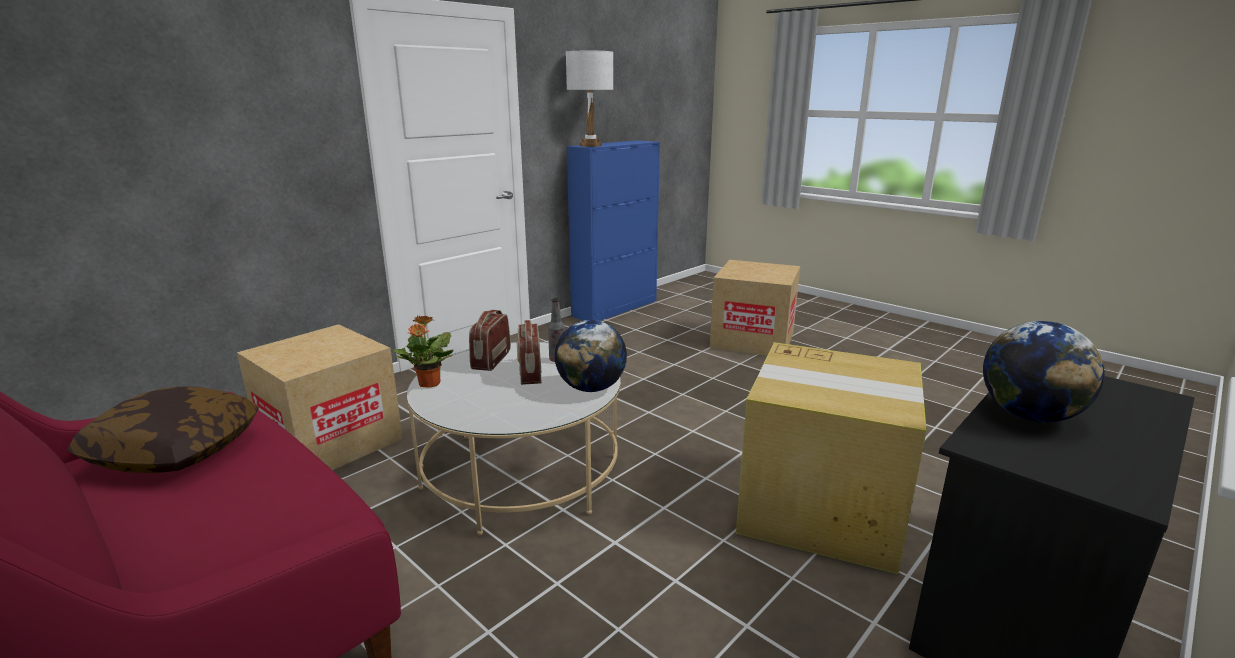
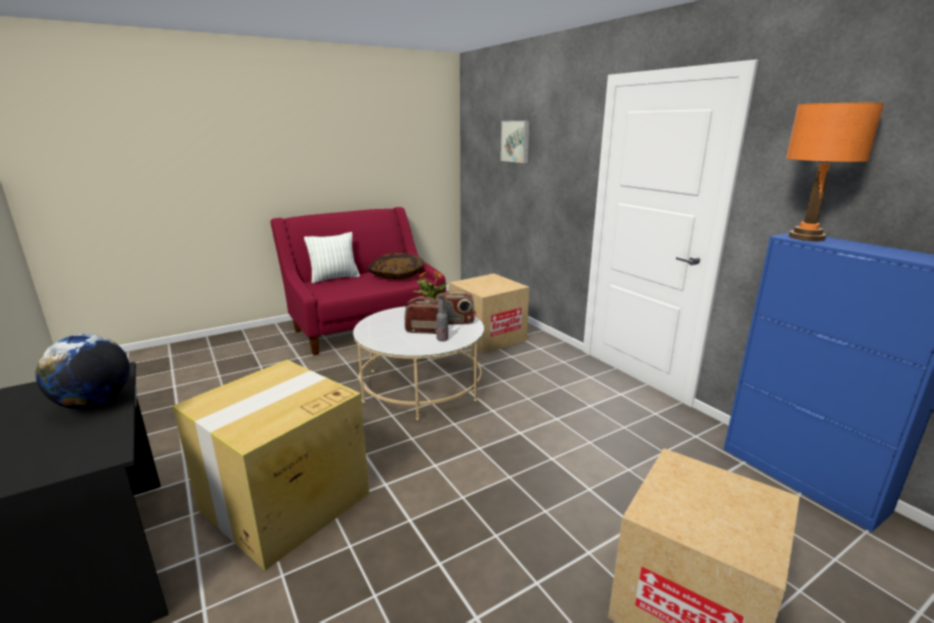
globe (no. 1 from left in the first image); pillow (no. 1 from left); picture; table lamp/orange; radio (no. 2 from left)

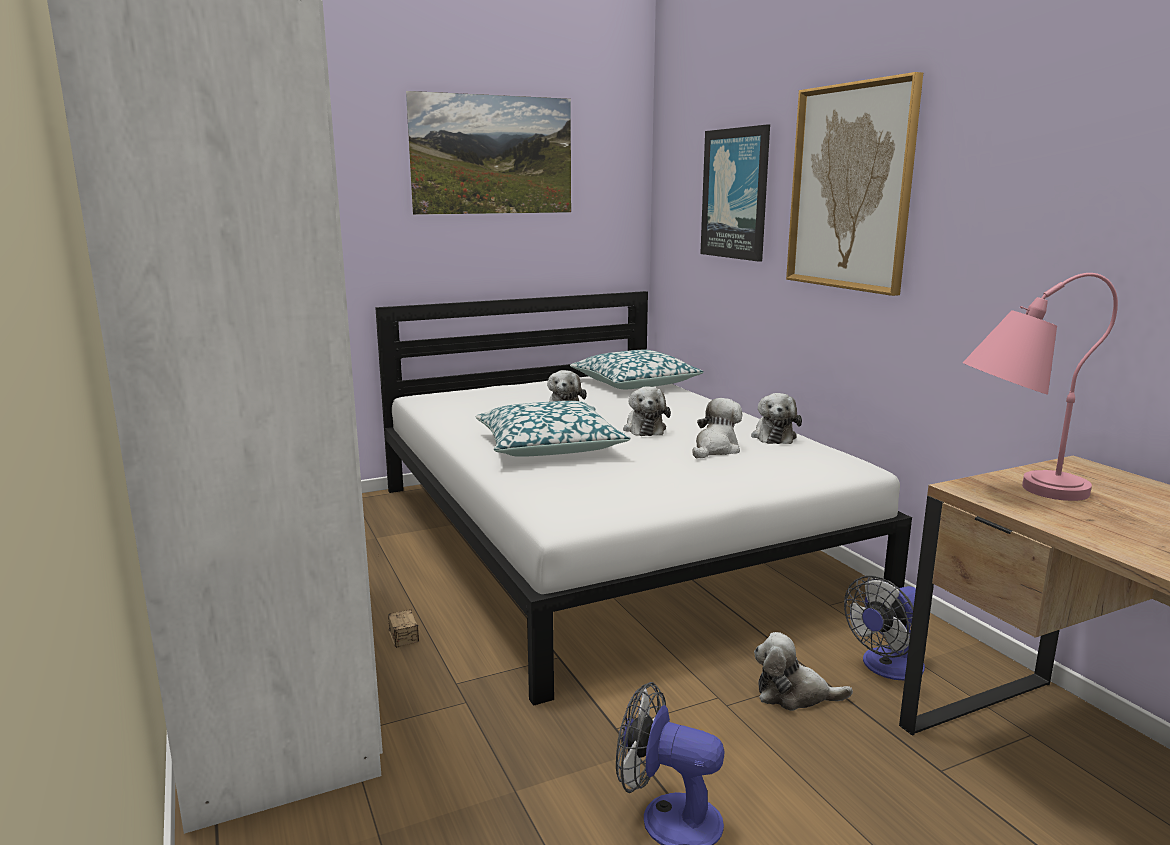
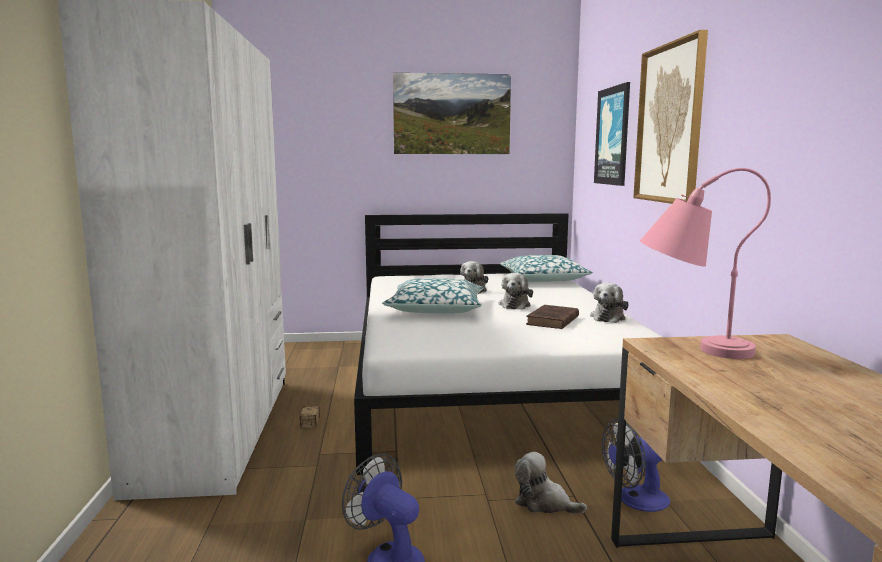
book/brown

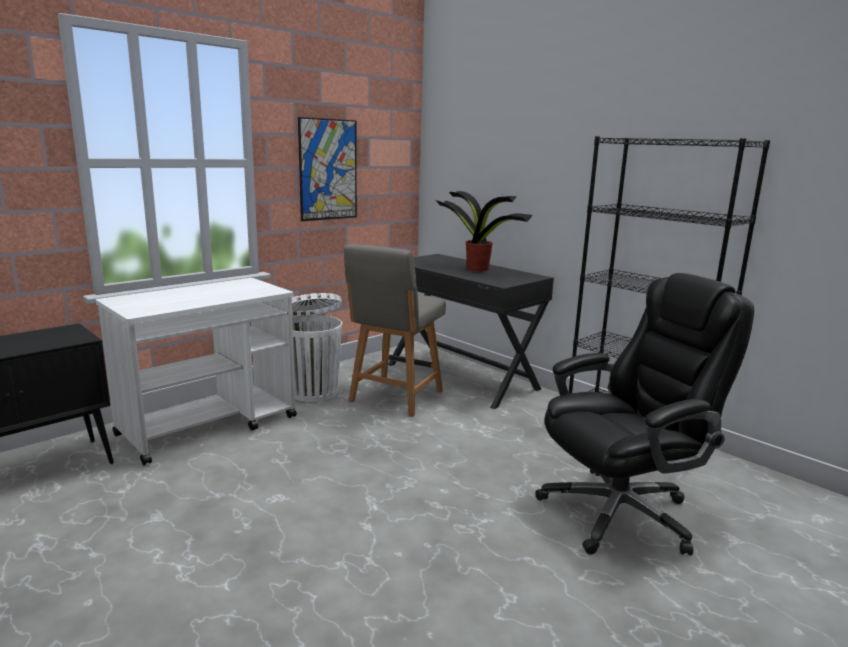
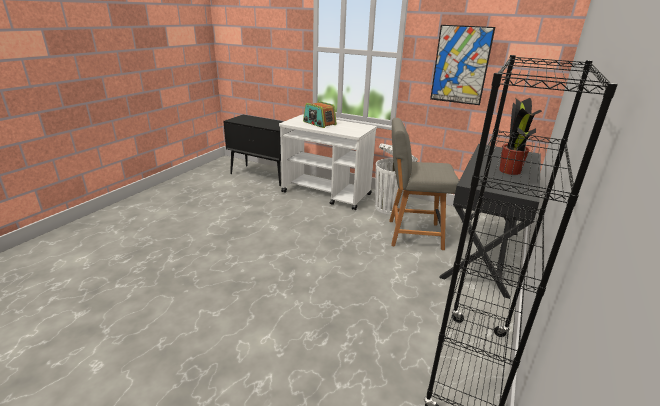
office chair/black; radio

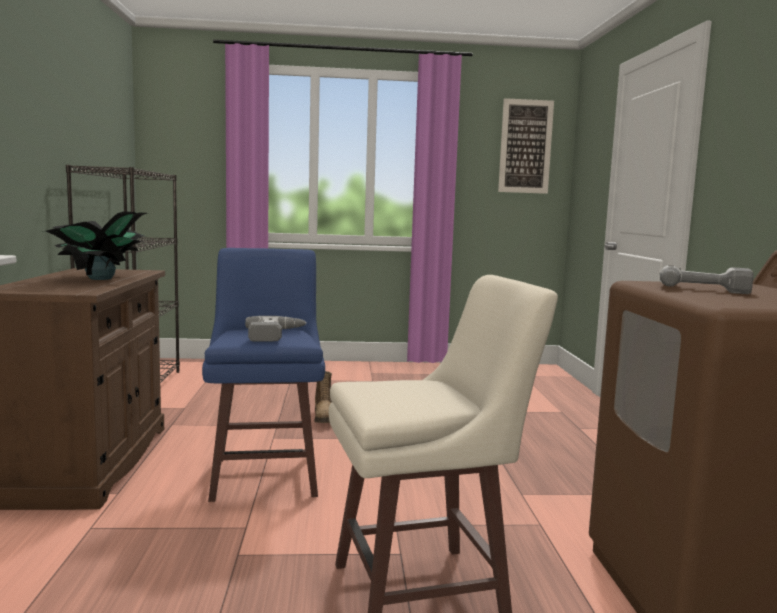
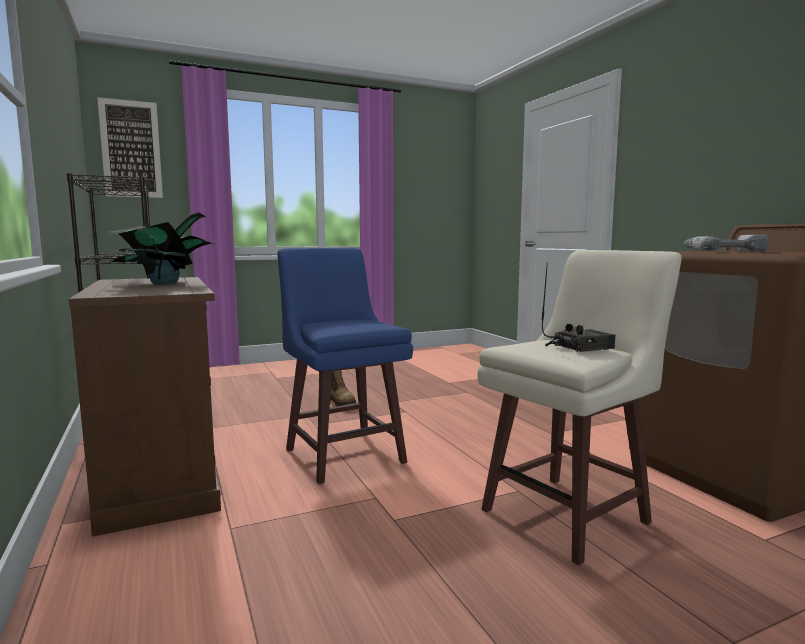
power drill (no. 1 from left in the first image); radio; picture

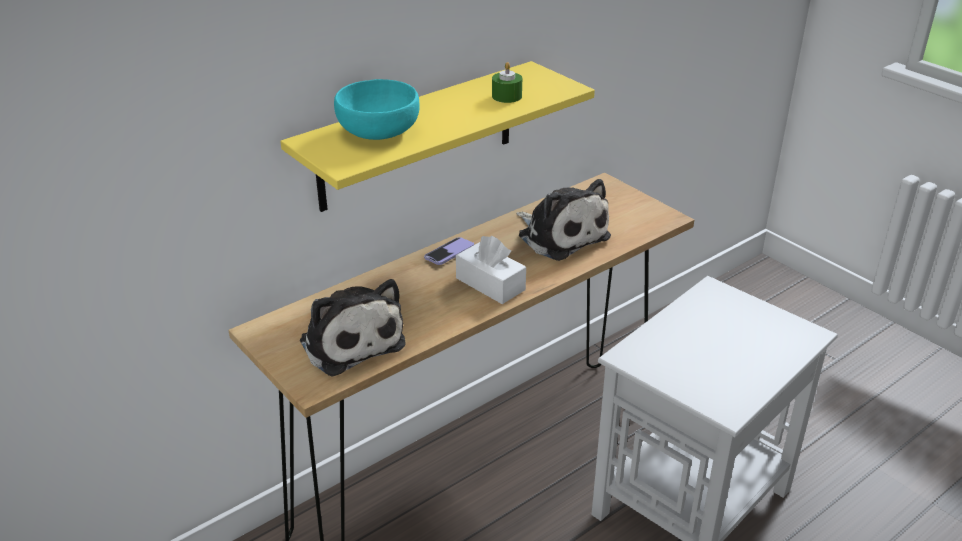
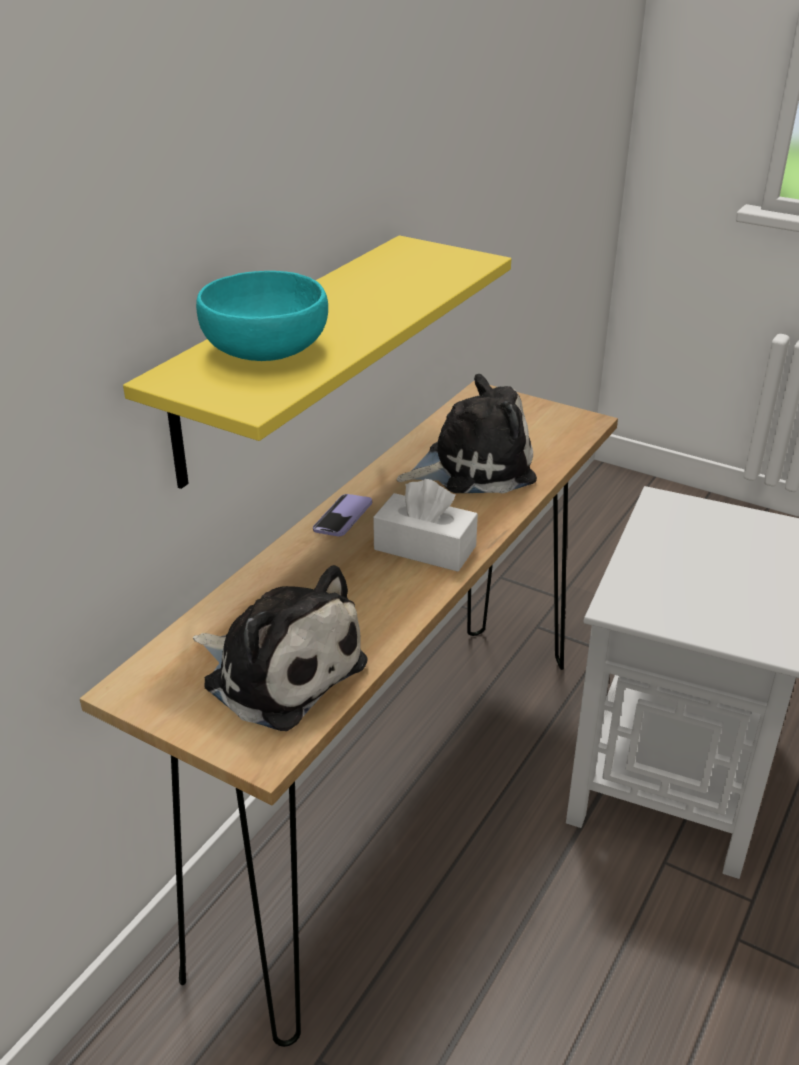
candle/green; plush toy (no. 2 from left)

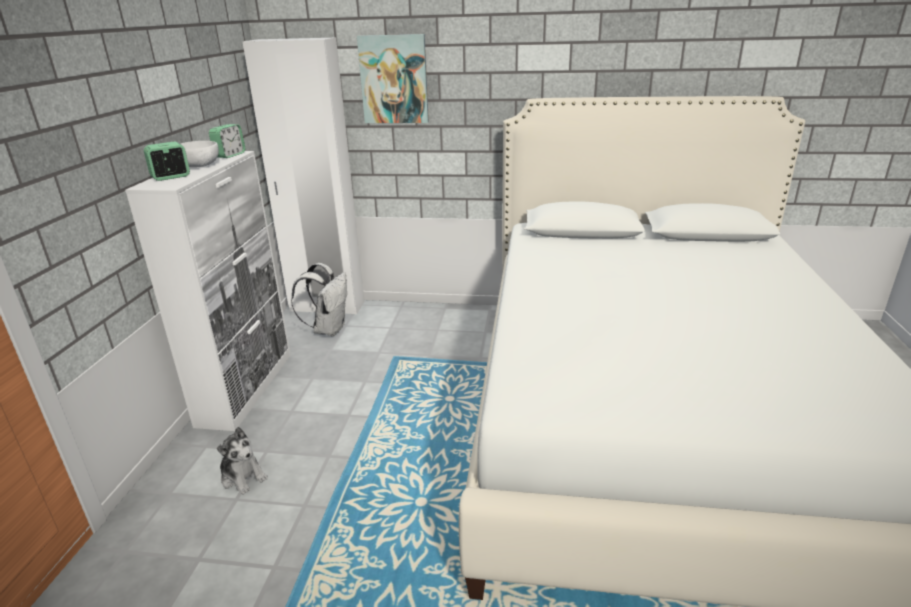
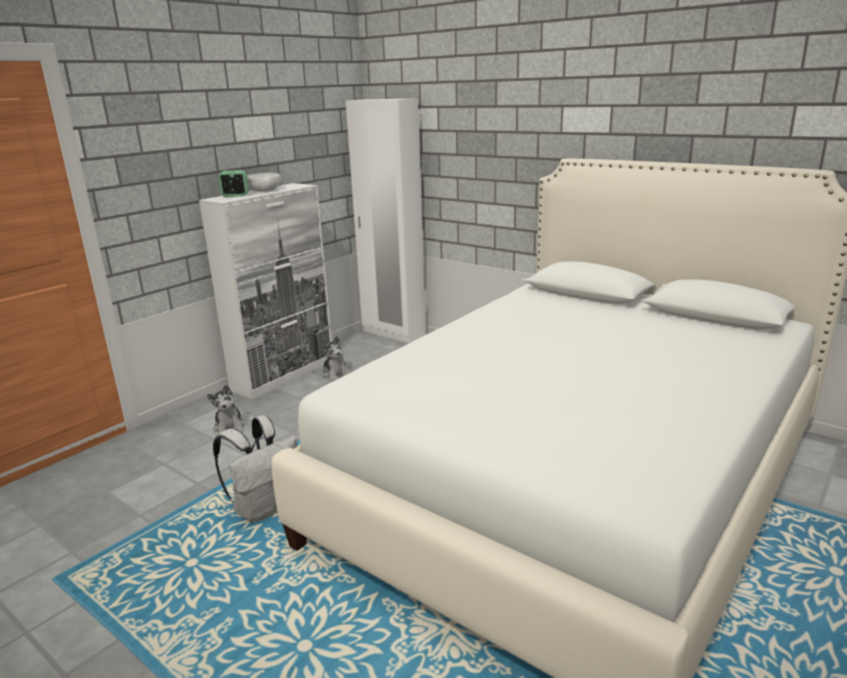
alarm clock (no. 2 from left in the first image); picture; plush toy (no. 2 from left); backpack/white

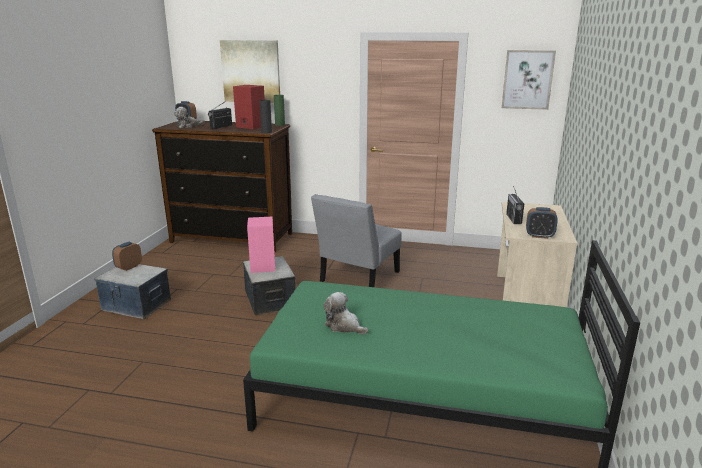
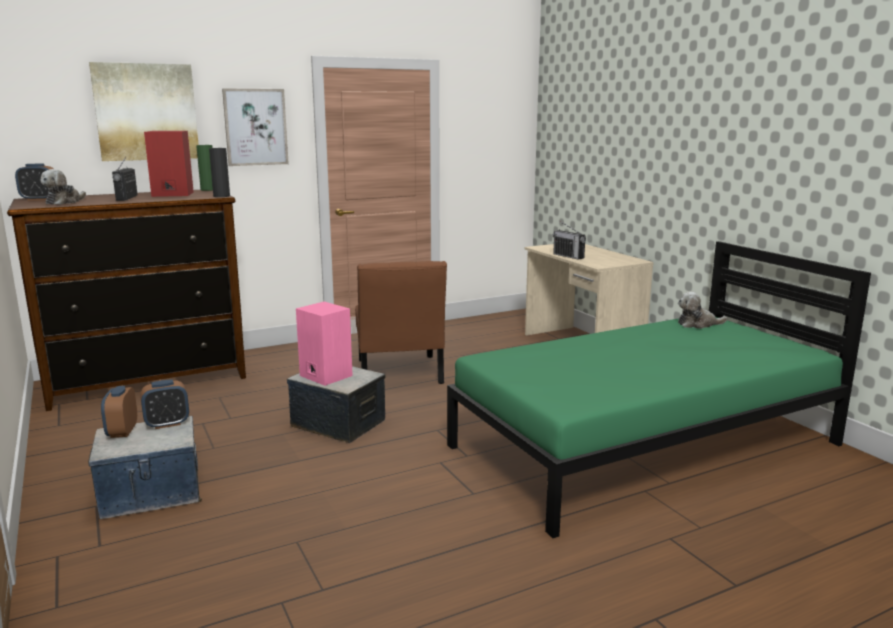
plush toy (no. 2 from left); picture (no. 2 from left); alarm clock (no. 3 from left); chair/brown

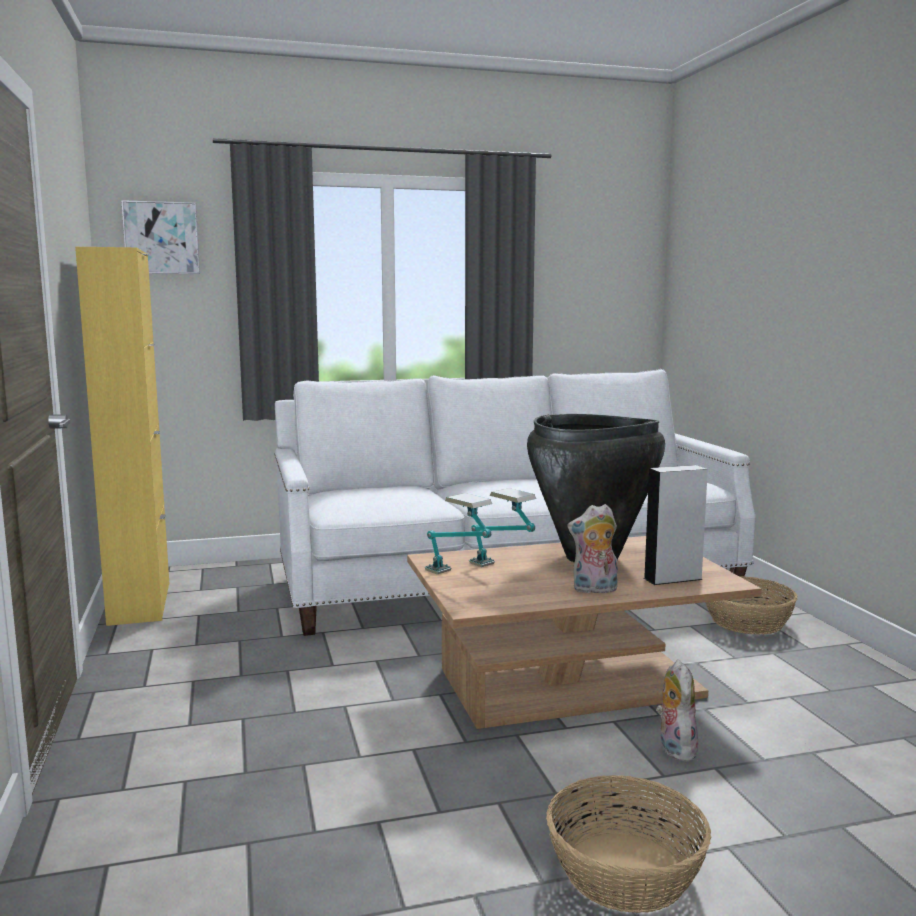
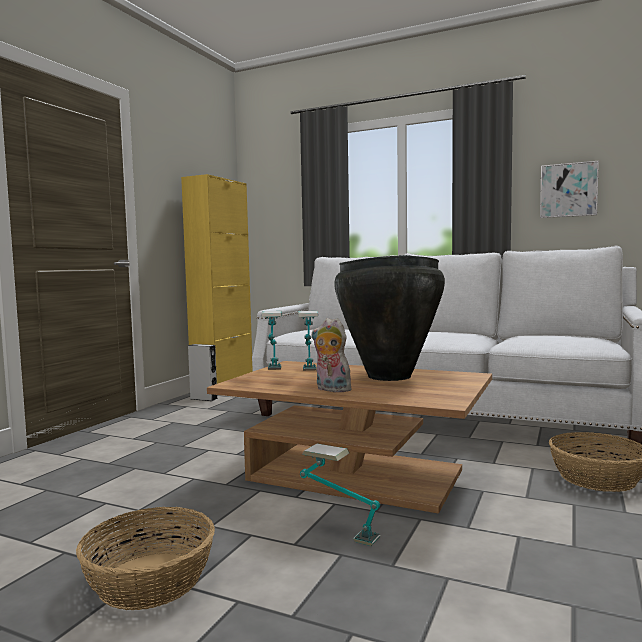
picture; speaker/grey; table lamp (no. 3 from left)

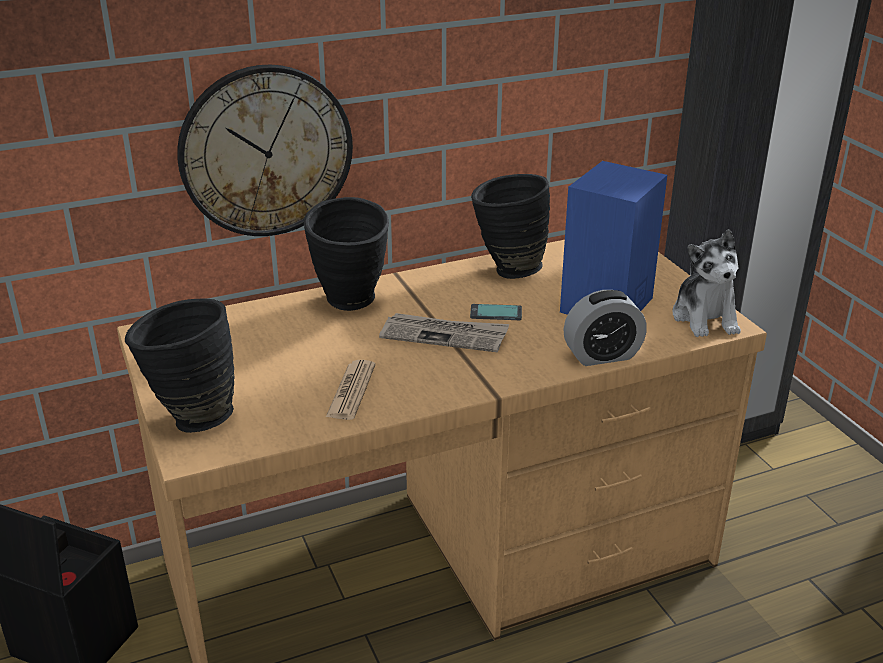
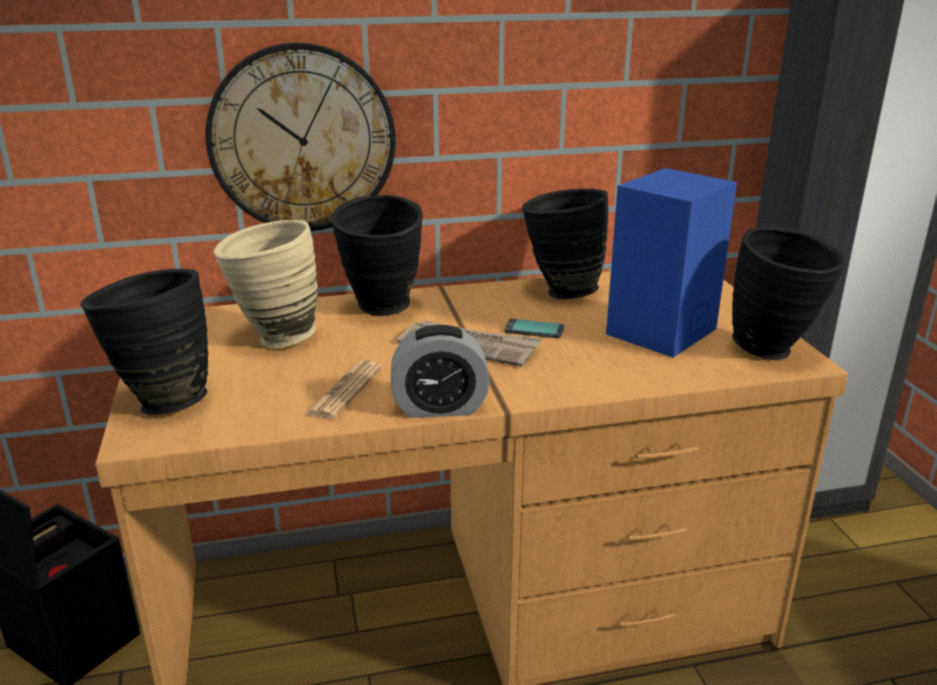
vase/beige; alarm clock; vase/black (no. 4 from left)

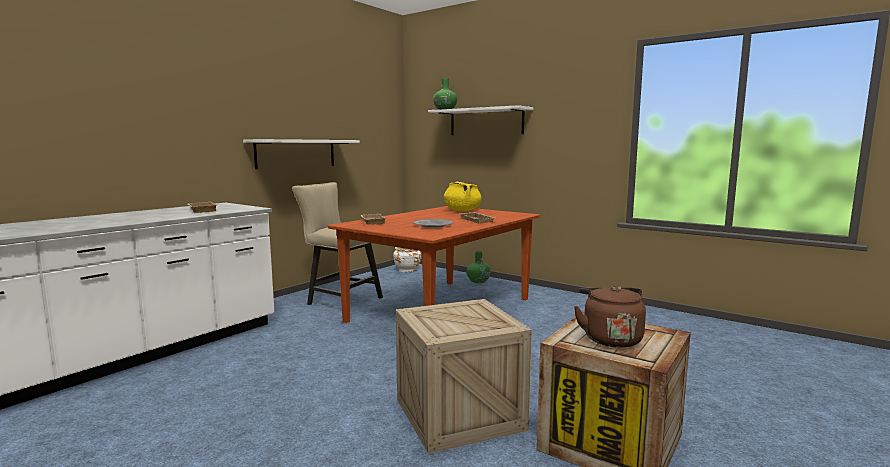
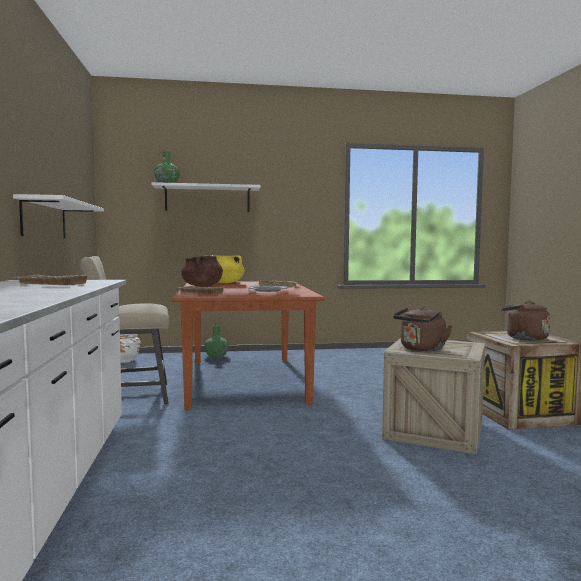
cooking pot/brown; kettle/brown (no. 1 from left)

